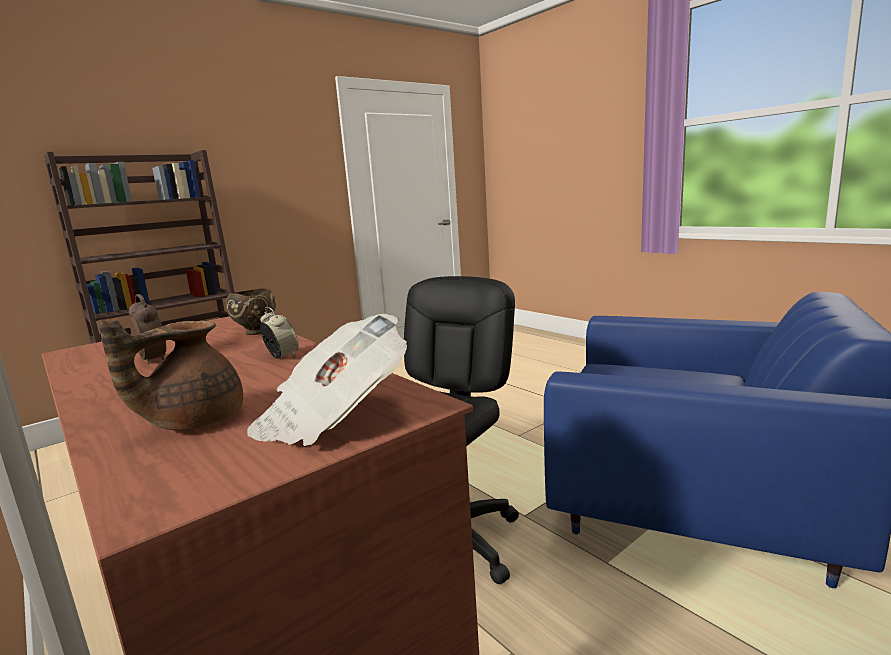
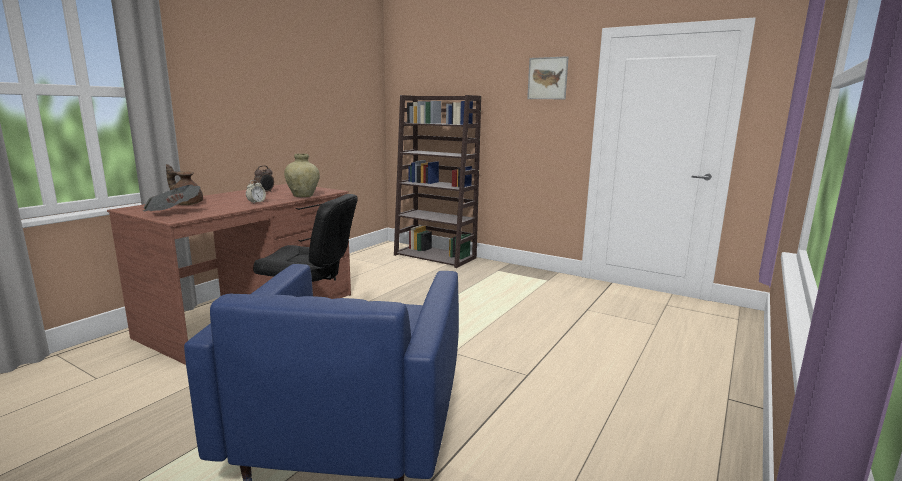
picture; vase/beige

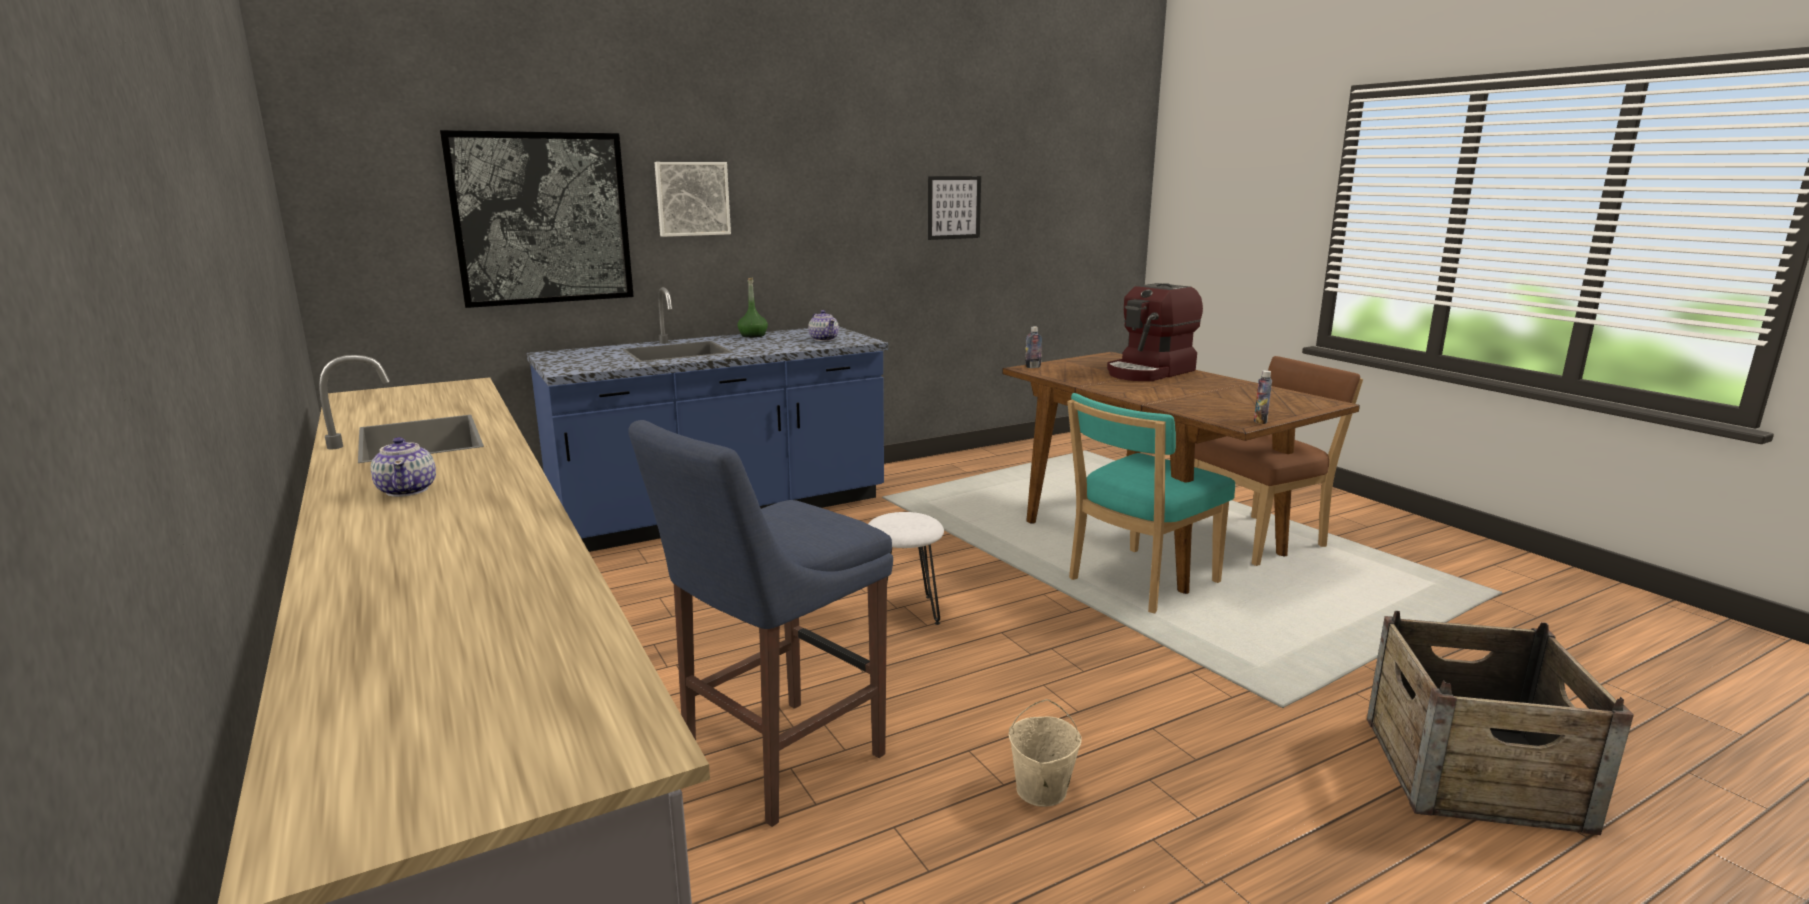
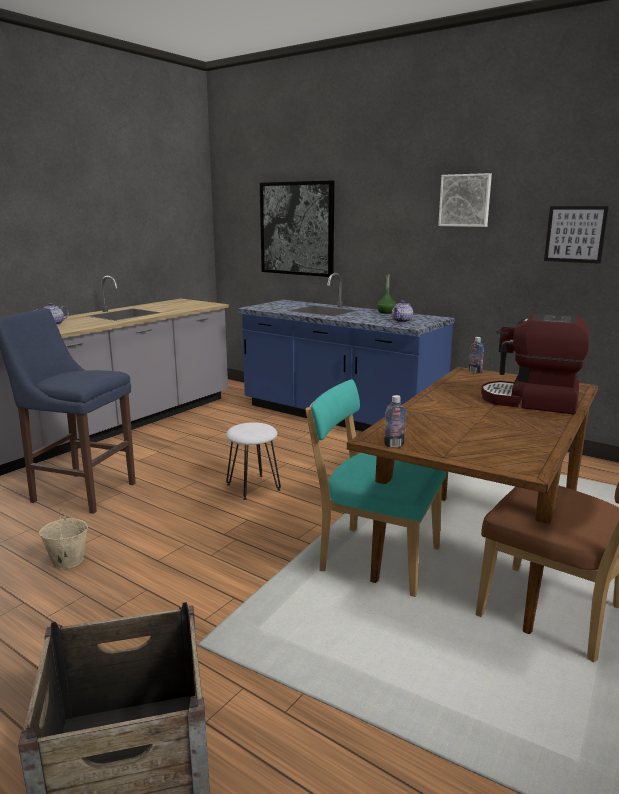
picture (no. 2 from left)

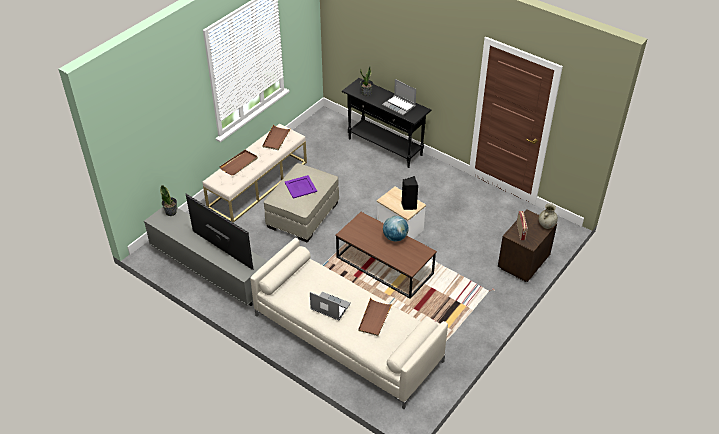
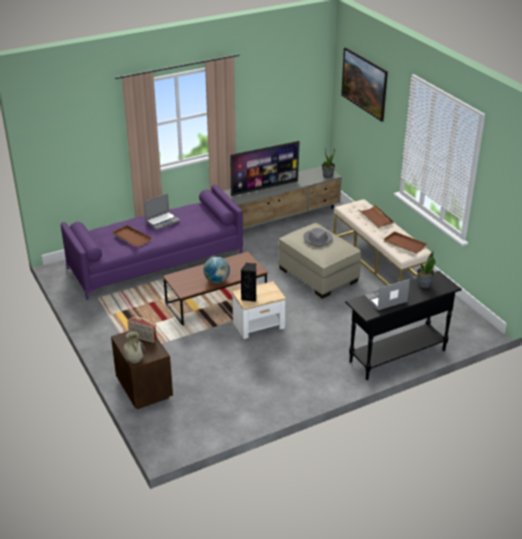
picture; hat/grey; sofa/purple

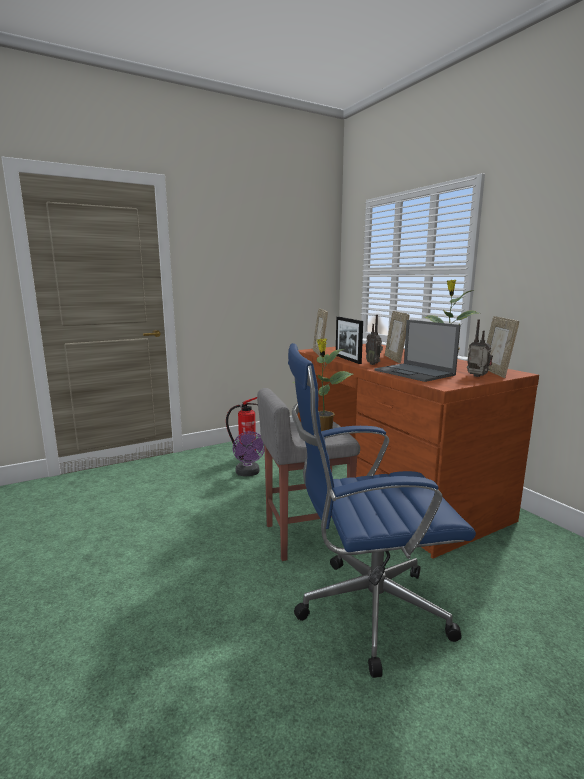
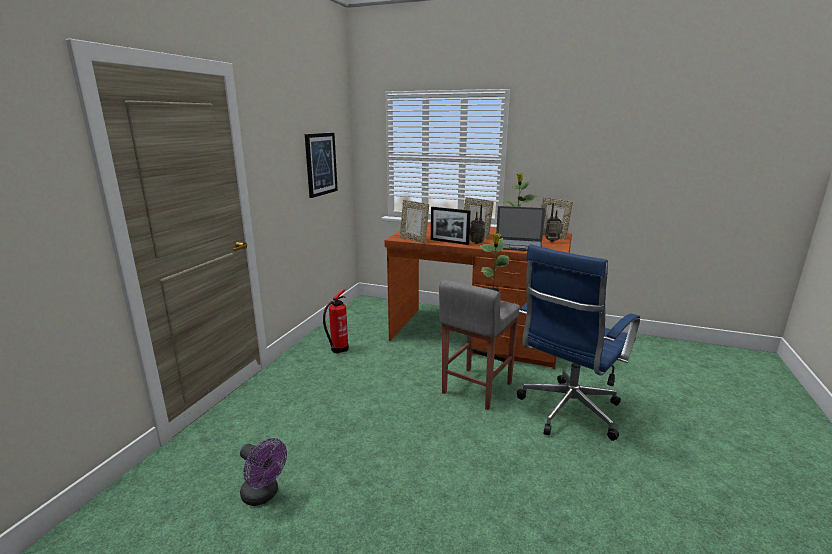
picture; fan/purple

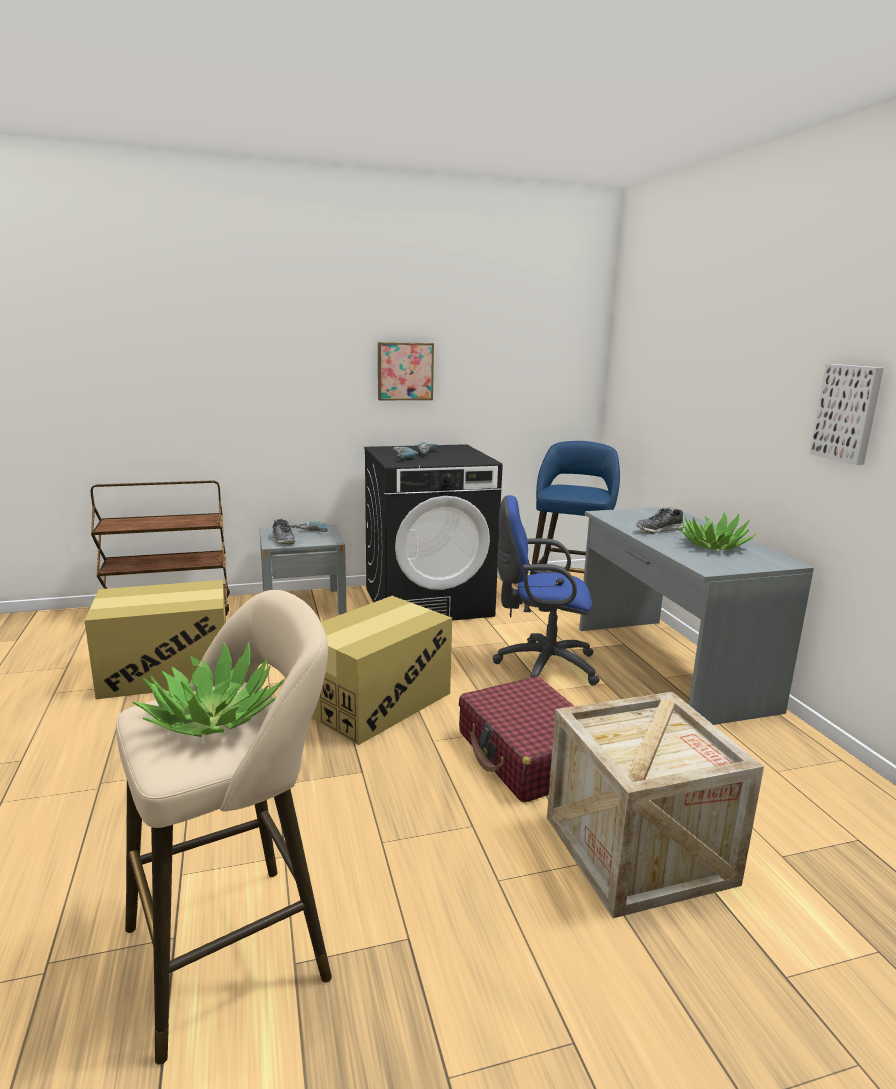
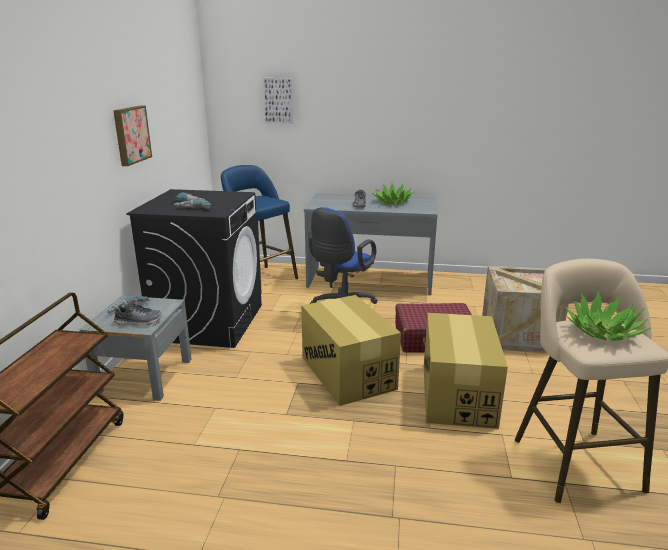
cardboard box (no. 2 from left); picture (no. 2 from left)

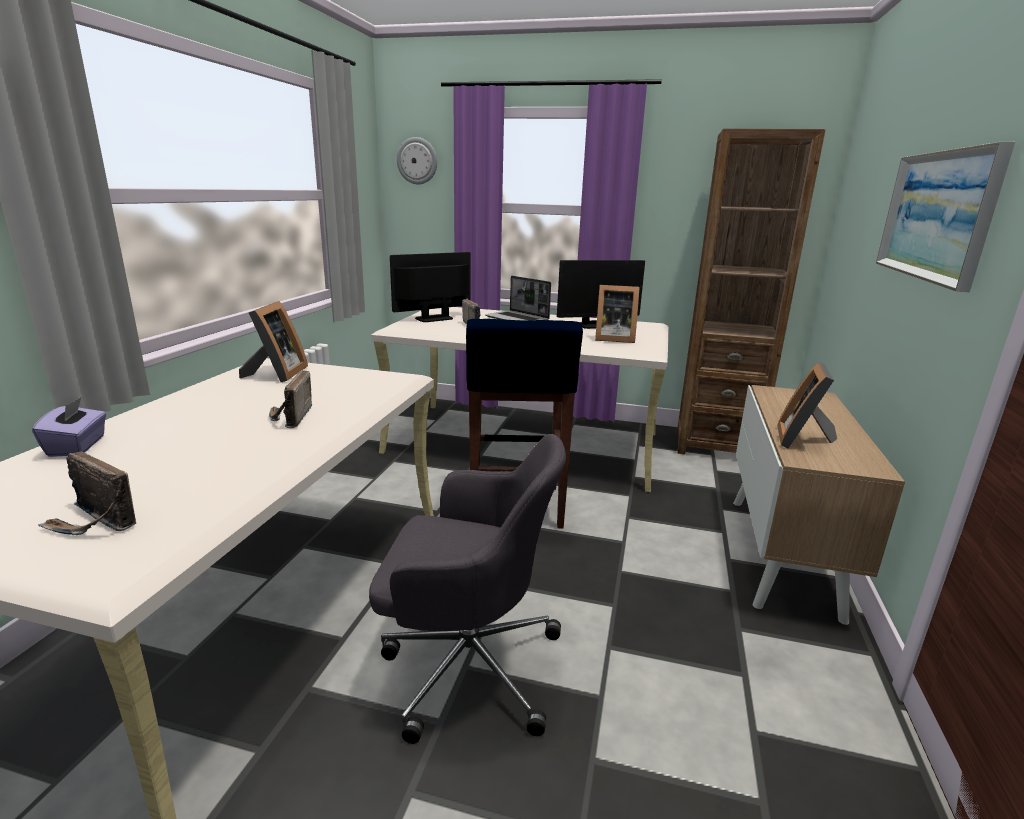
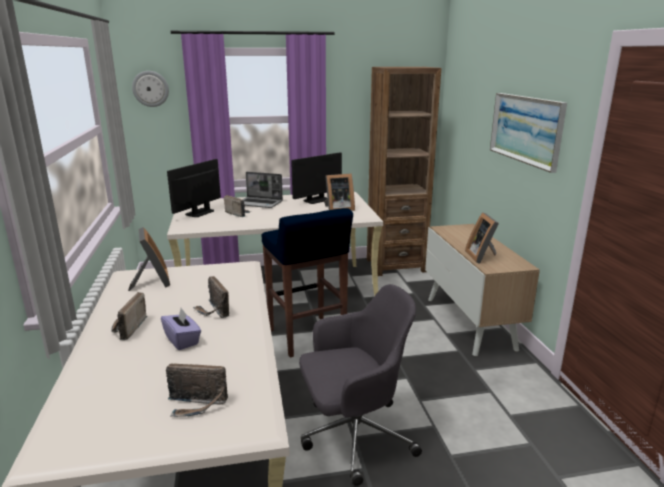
radio (no. 1 from left); tissue box/purple

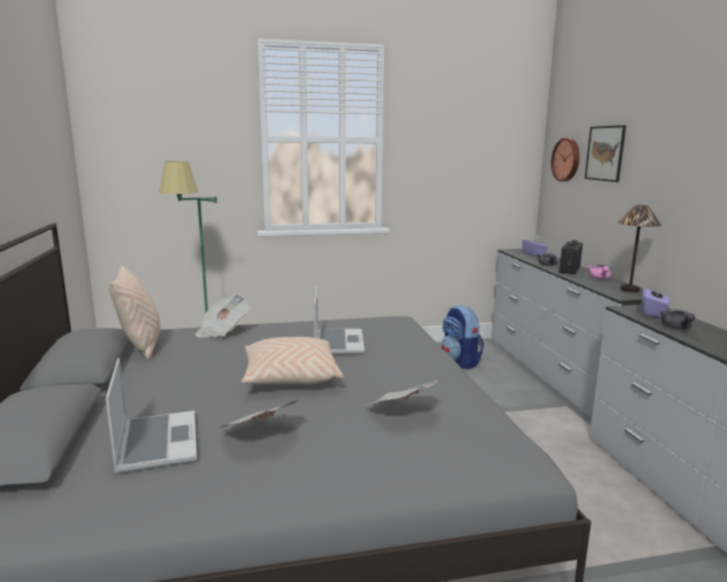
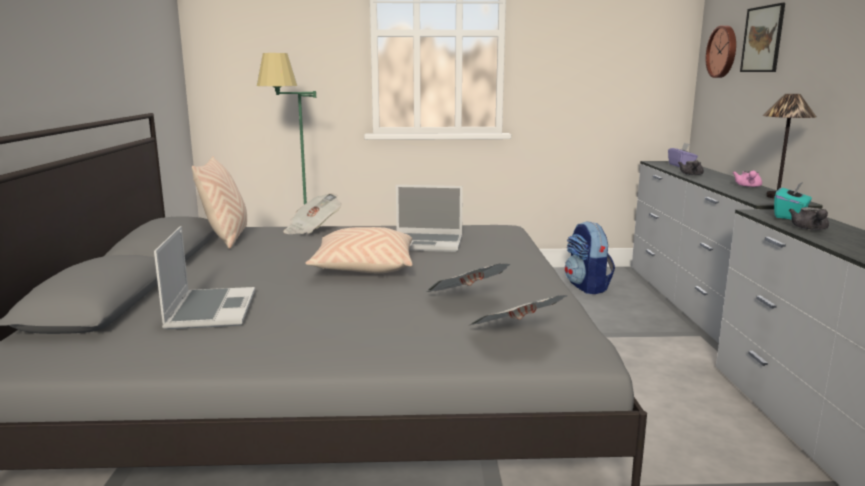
radio; newspaper (no. 3 from left); tissue box/turquoise; laptop (no. 2 from left)

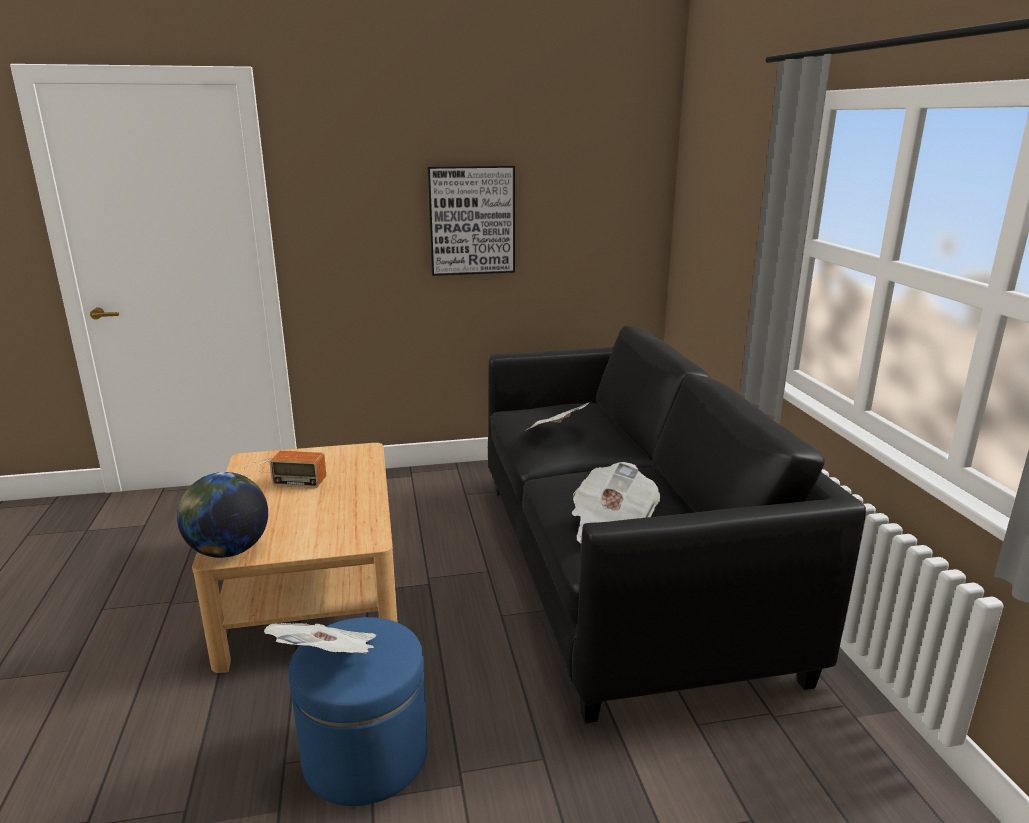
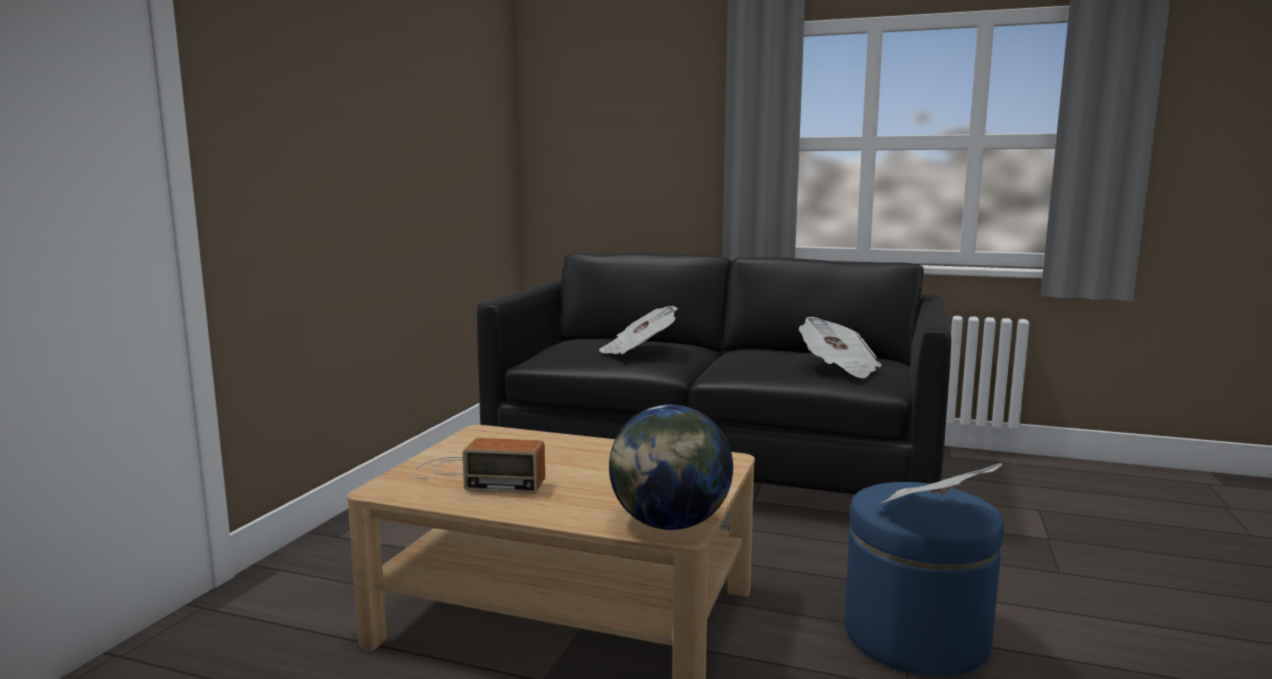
picture; radio

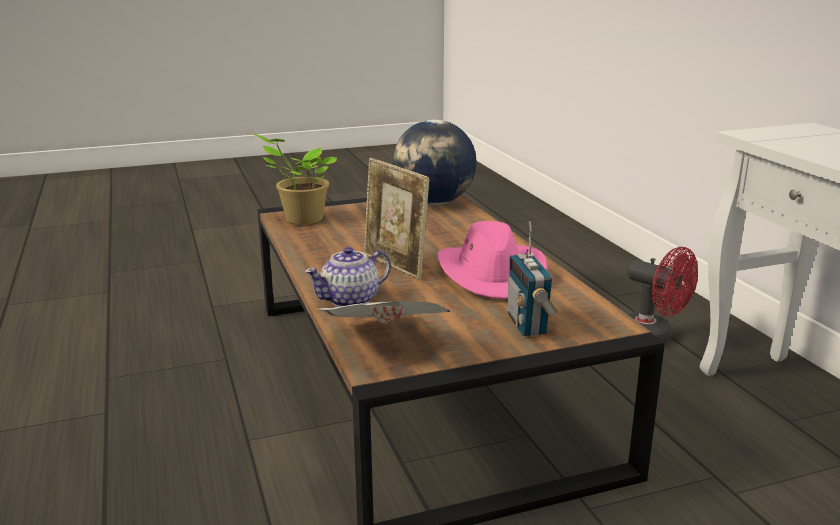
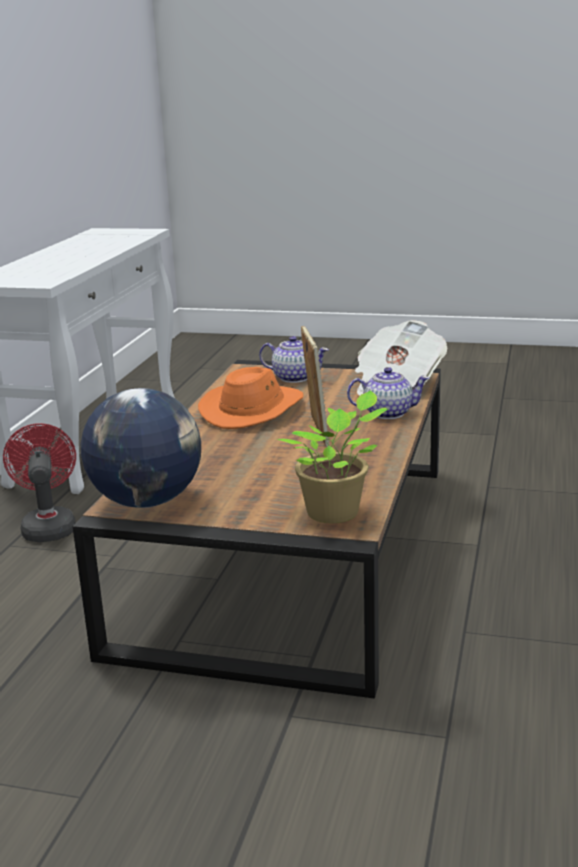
teapot (no. 1 from left); hat/orange

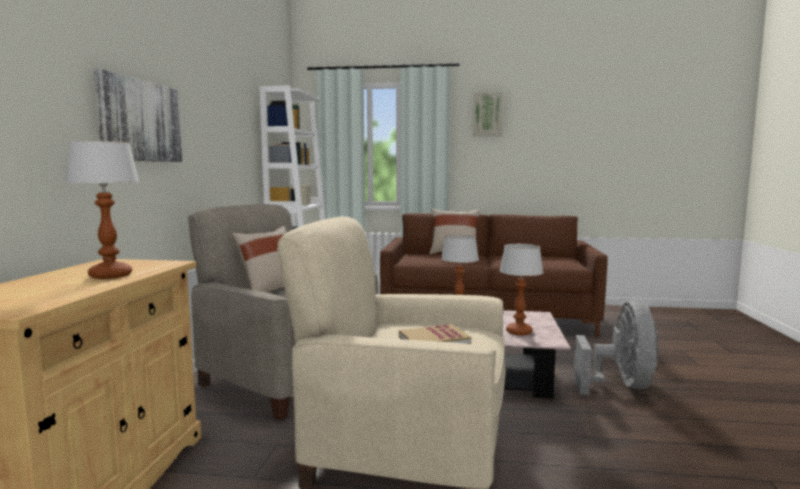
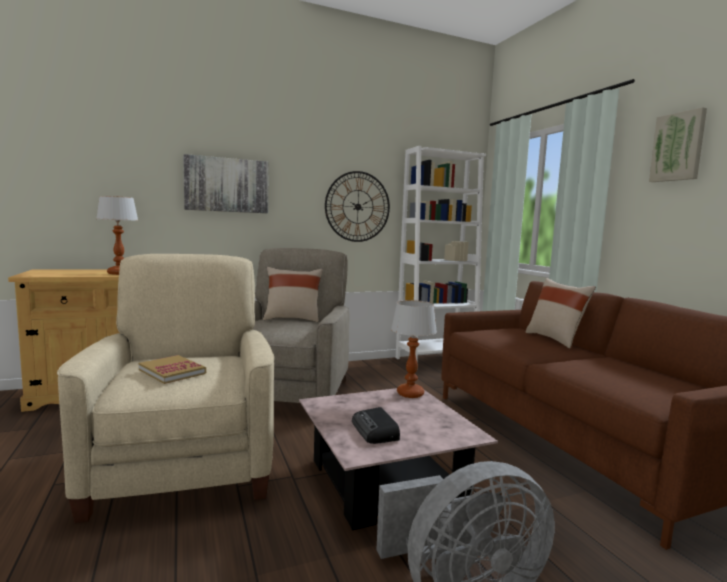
wall clock; radio

